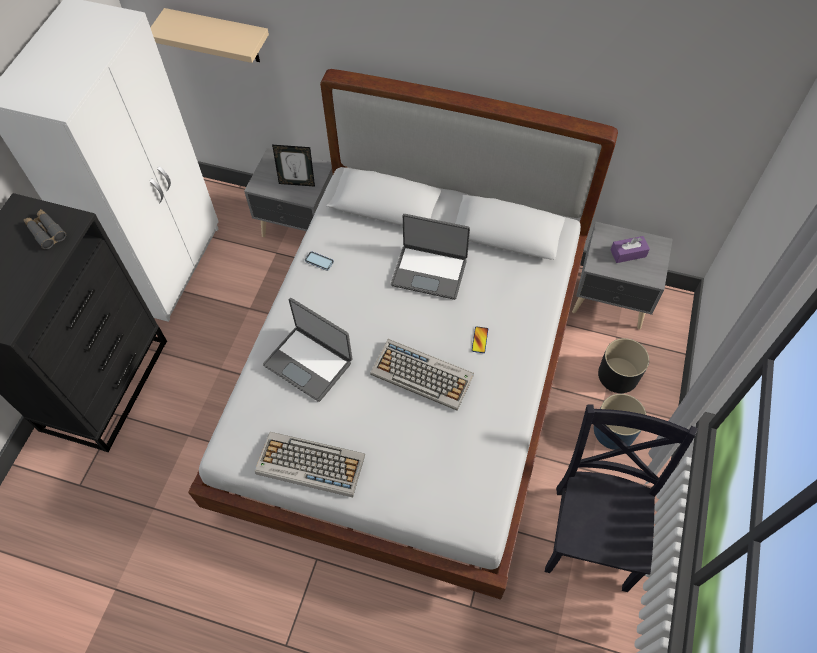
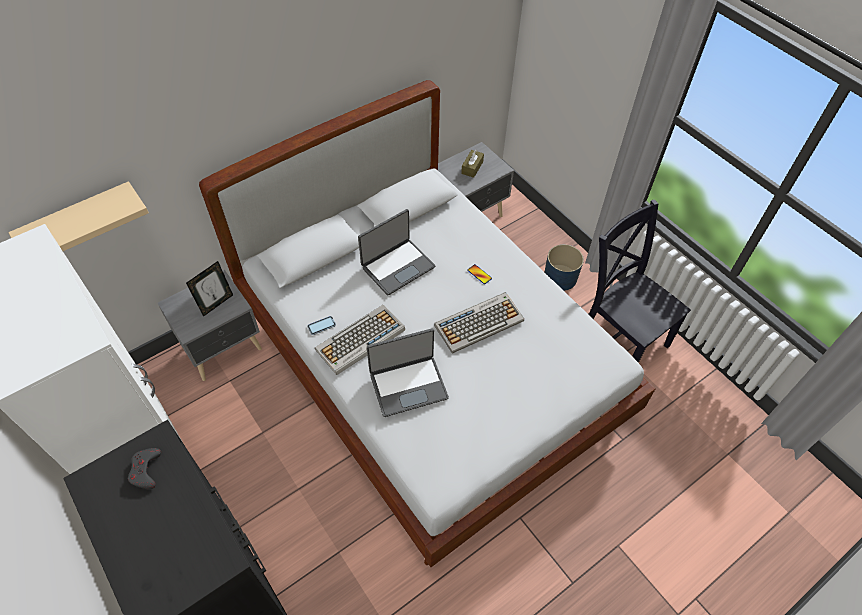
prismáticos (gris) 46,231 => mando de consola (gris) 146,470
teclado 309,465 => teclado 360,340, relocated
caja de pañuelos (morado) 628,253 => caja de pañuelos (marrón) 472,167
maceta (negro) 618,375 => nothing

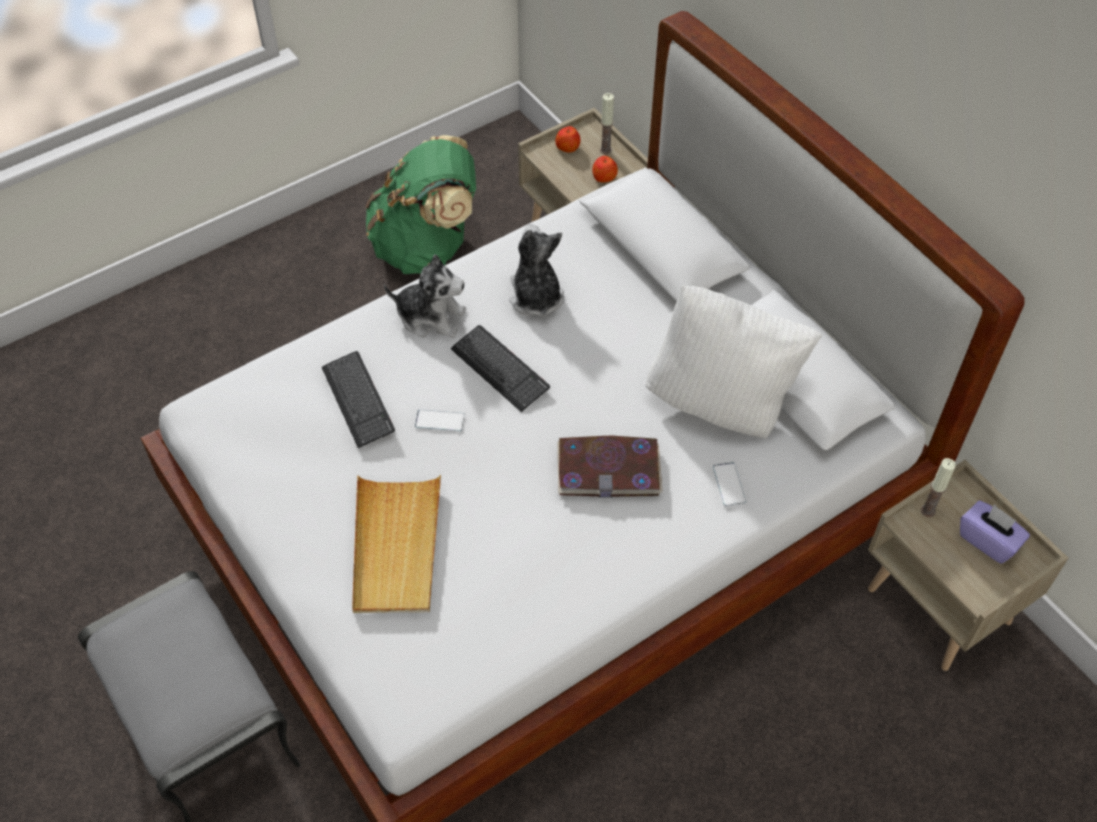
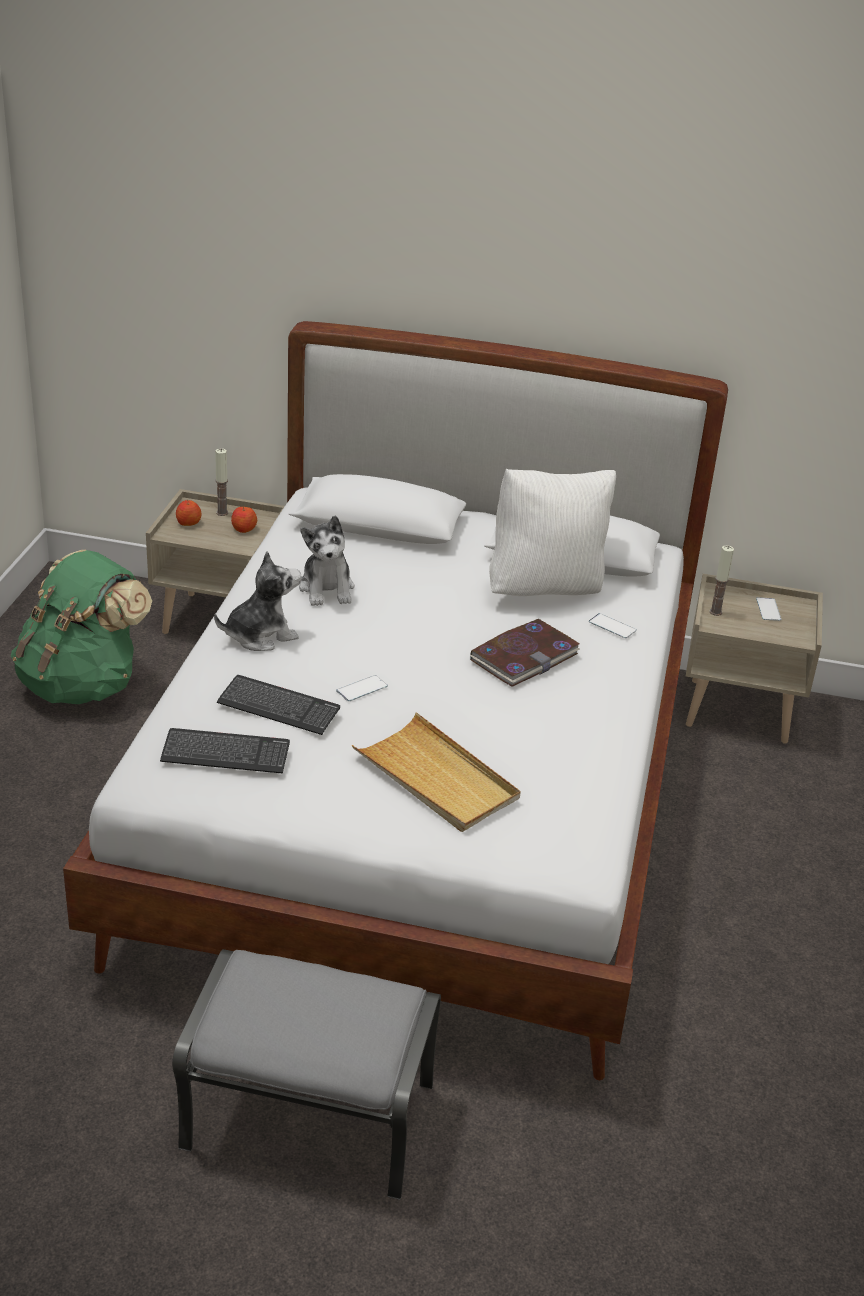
teclado 500,369 => teclado 225,753, relocated
peluche 535,297 => peluche 327,589, 135 degrees counterclockwise
caja de pañuelos (morado) 988,540 => móvil 768,609

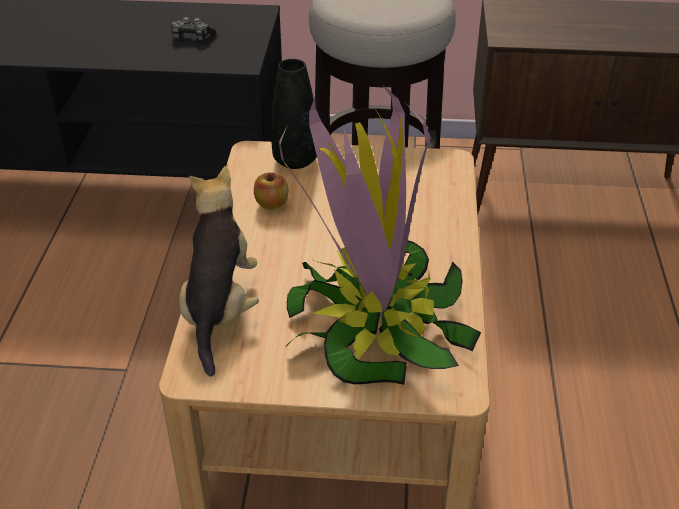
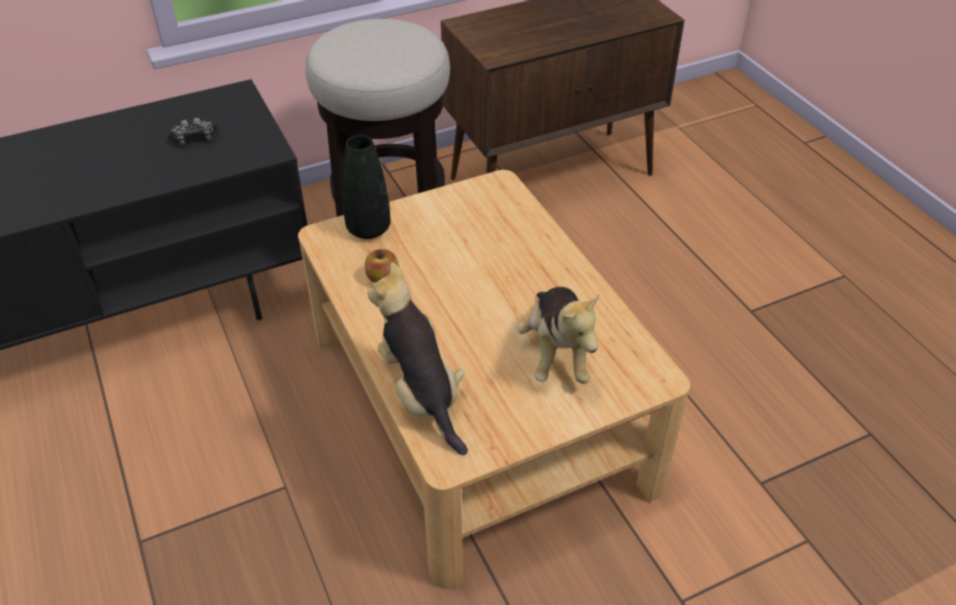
planta en maceta 374,325 => peluche 556,353

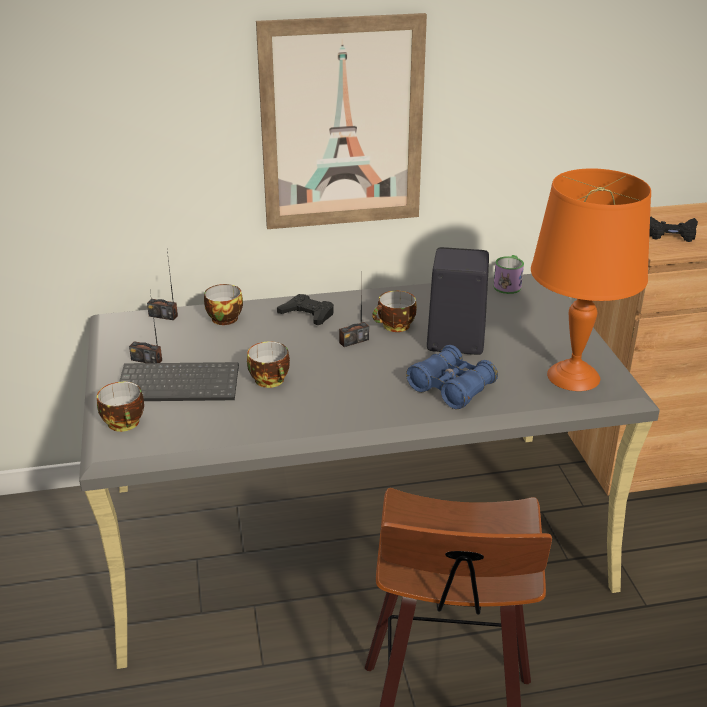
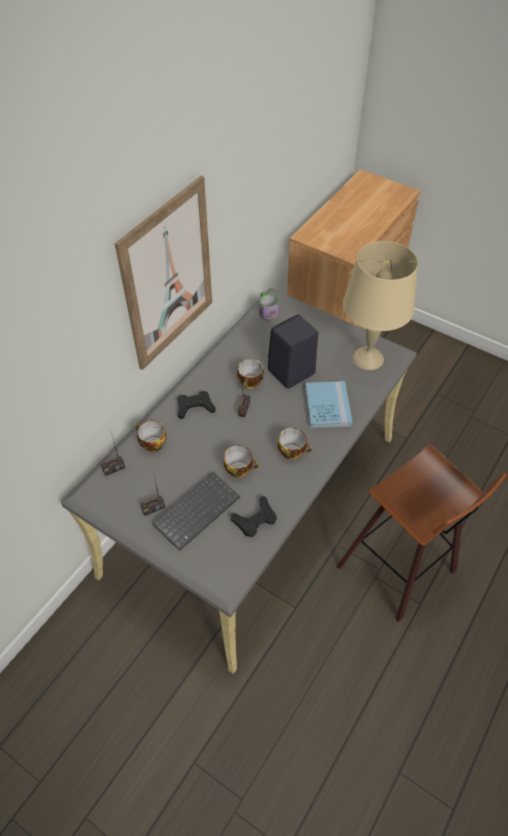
mando de consola (negro) 670,233 => mando de consola (negro) 255,520, relocated
taza 125,423 => taza 293,451, relocated
prismáticos (azul) 451,388 => libro (azul) 327,406
lámpara de mesa (naranja) 573,376 => lámpara de mesa (beis) 368,358

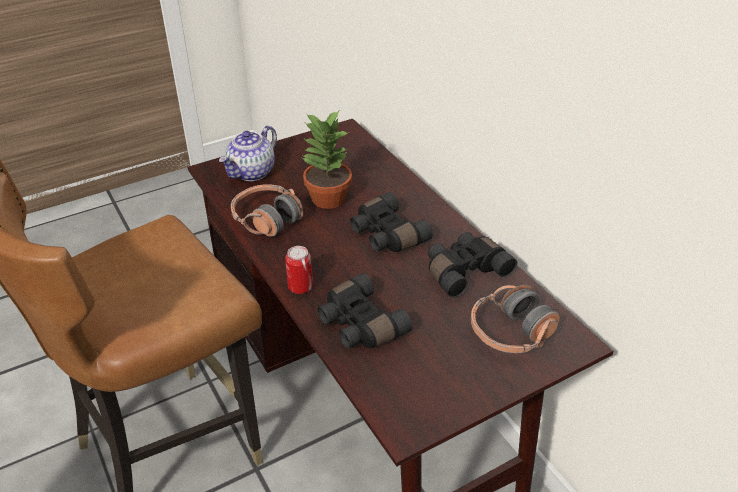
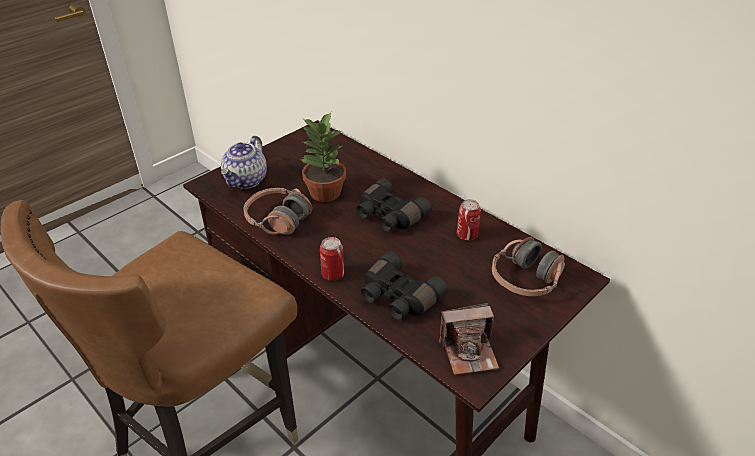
nothing => cámara 469,351
prismáticos (negro) 464,271 => lata 466,235

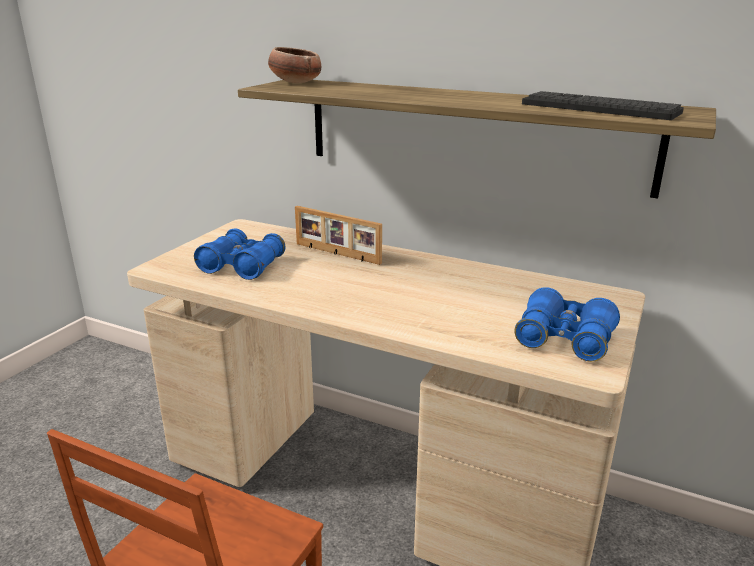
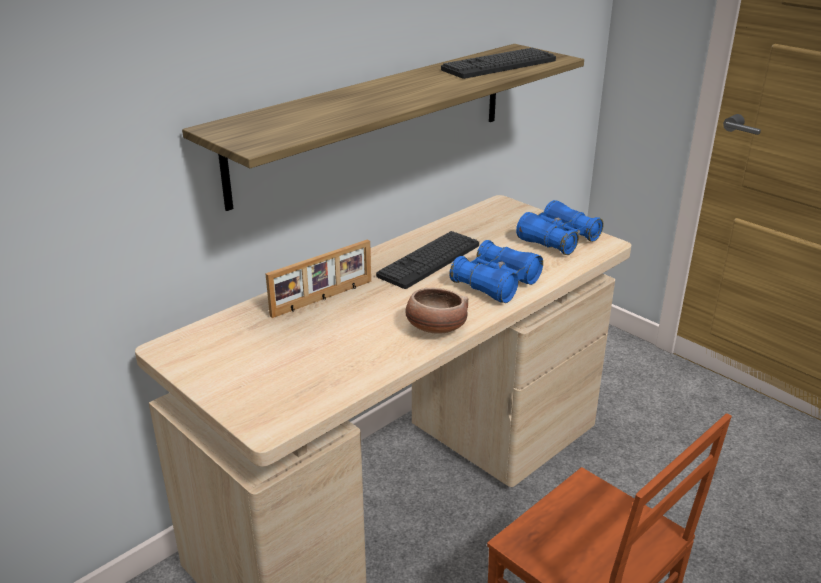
nothing => teclado 429,260
cuenco 295,82 => cuenco 435,328, relocated
prismáticos (azul) 242,266 => prismáticos (azul) 496,283, relocated

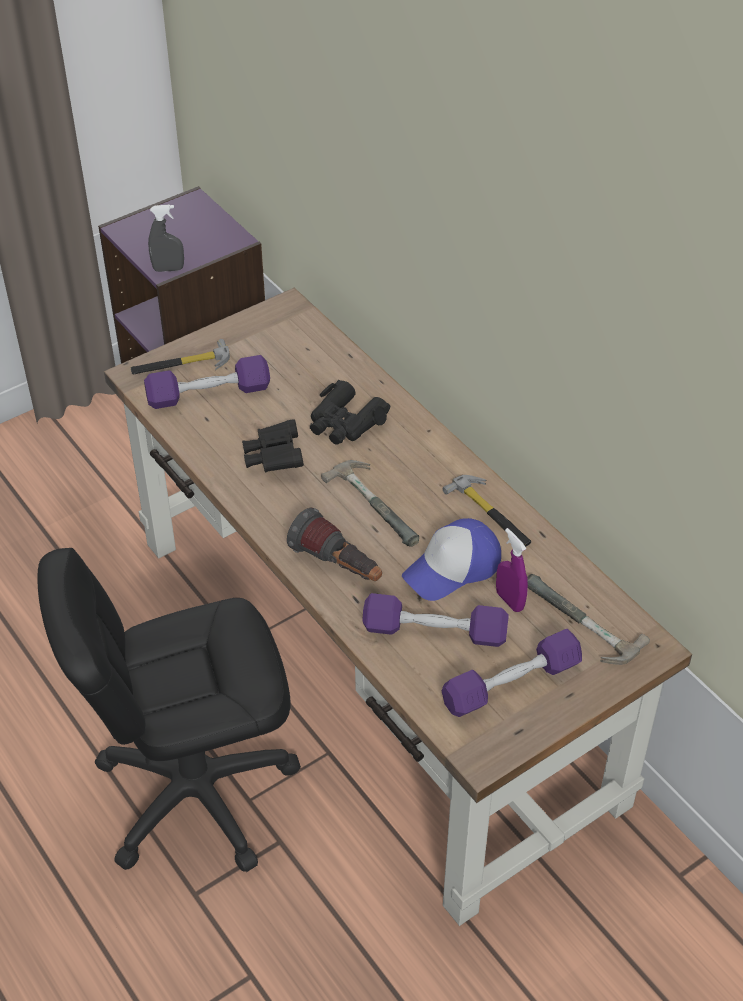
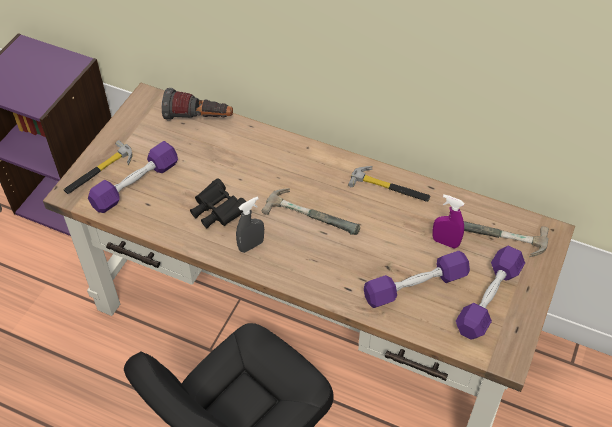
linterna 338,566 => linterna 199,119, relocated
pulverizador (gris) 168,269 => pulverizador (gris) 251,245, relocated
prismáticos (negro) 345,423 => nothing
gorra 453,568 => nothing

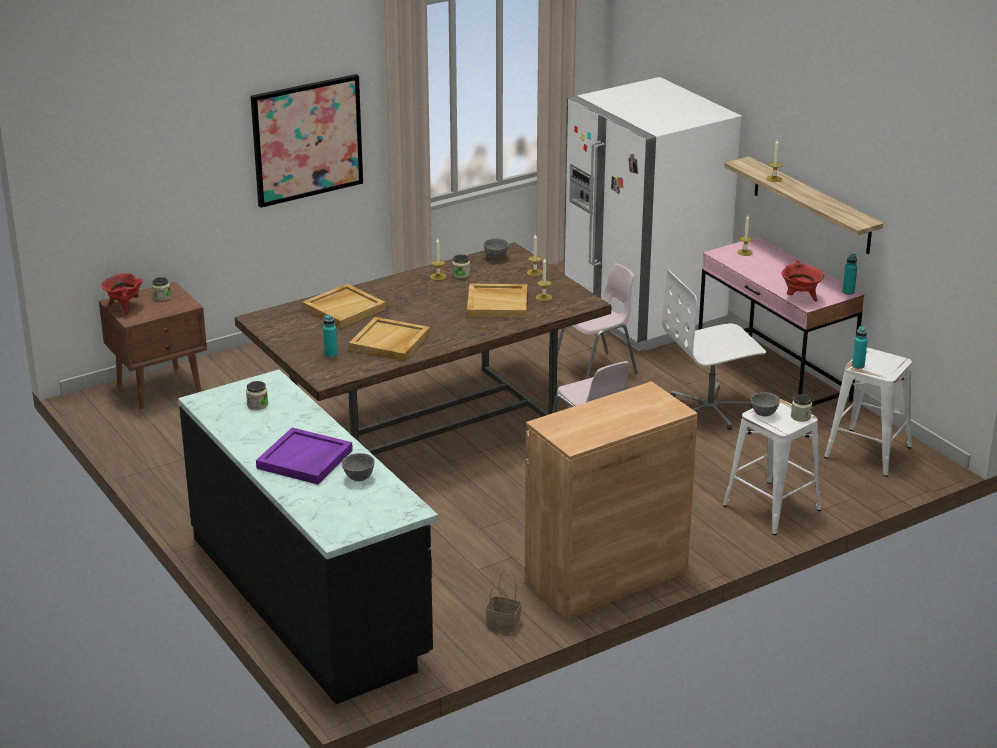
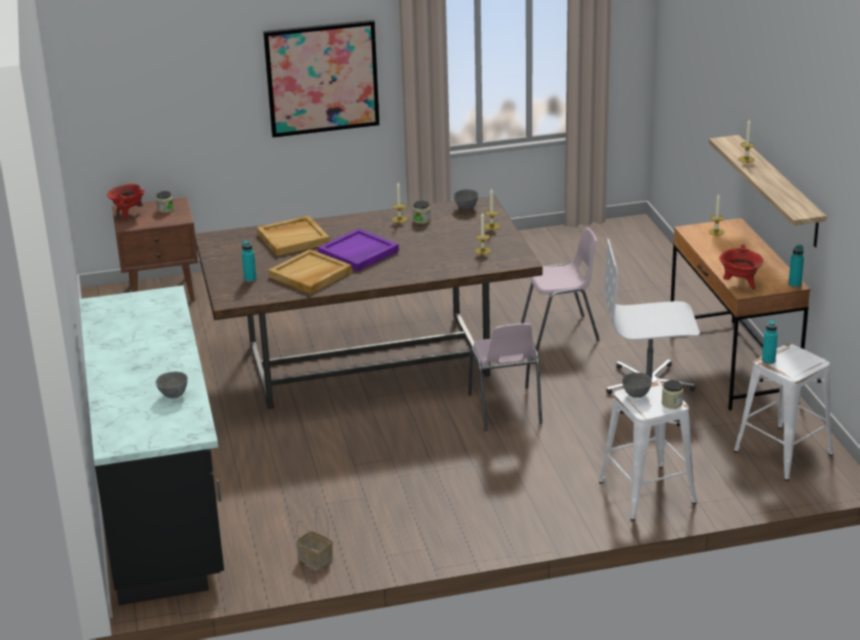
bandeja (morado) 305,460 => bandeja (morado) 358,253, relocated
escritorio (rosa) 772,379 => escritorio (marrón) 731,364
tarro 257,405 => nothing
bandeja (beis) 498,303 => nothing
armario (marrón) 606,577 => nothing
nevera (blanco) 643,315 => nothing

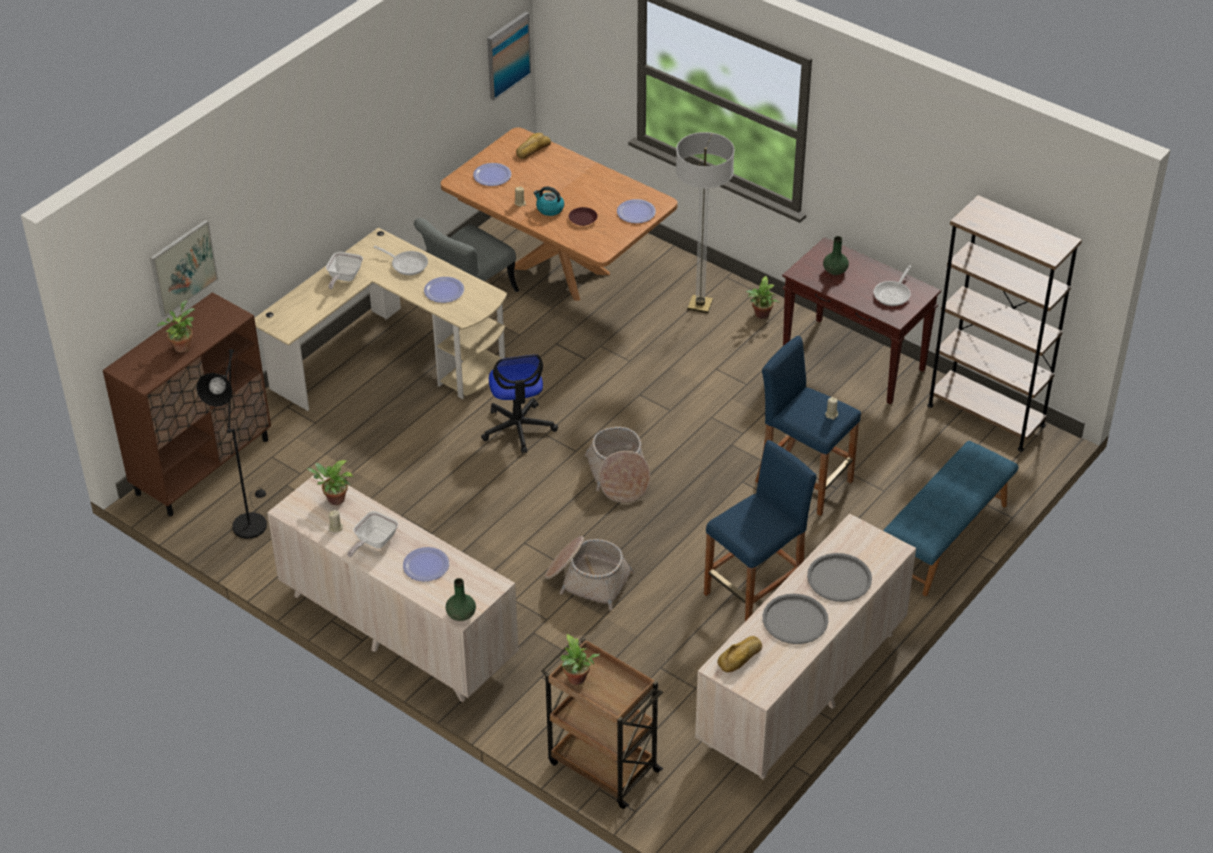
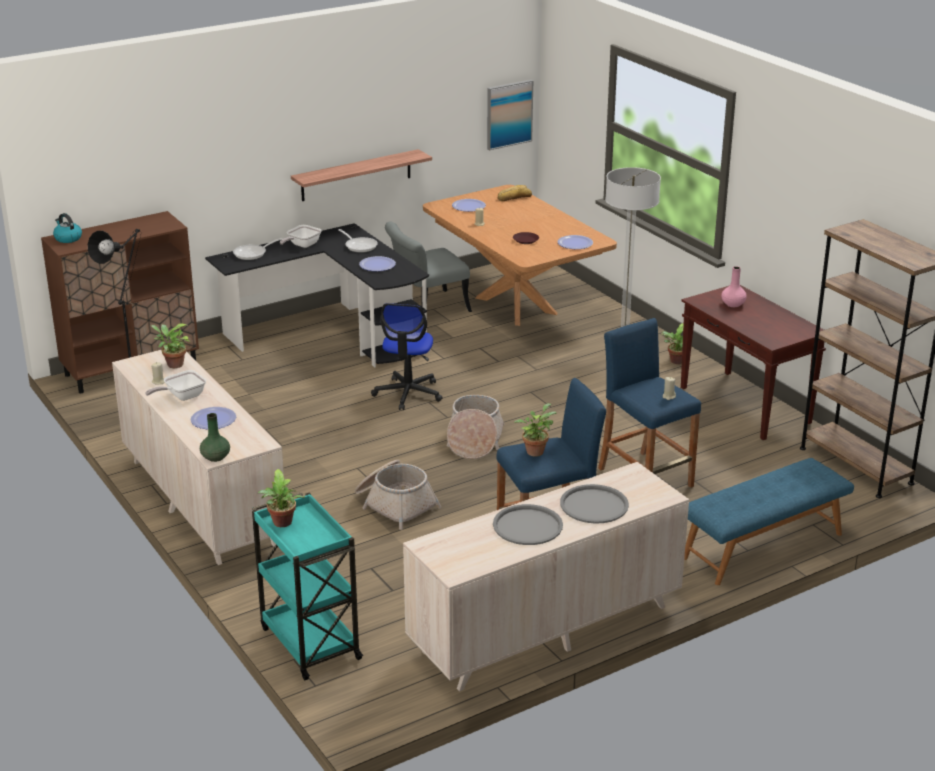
hervidor 549,209 => hervidor 67,238, relocated
escritorio (beis) 390,359 => escritorio (negro) 333,333
sartén 893,294 => sartén 253,254, relocated
carrito (marrón) 602,765 => carrito (turquesa) 309,642
nothing => estante 356,175
planta en maceta 182,345 => planta en maceta 535,450, relocated
florero (verde) 834,270 => florero (rosa) 732,304
cuadro 183,267 => nothing
pan 741,657 => nothing

